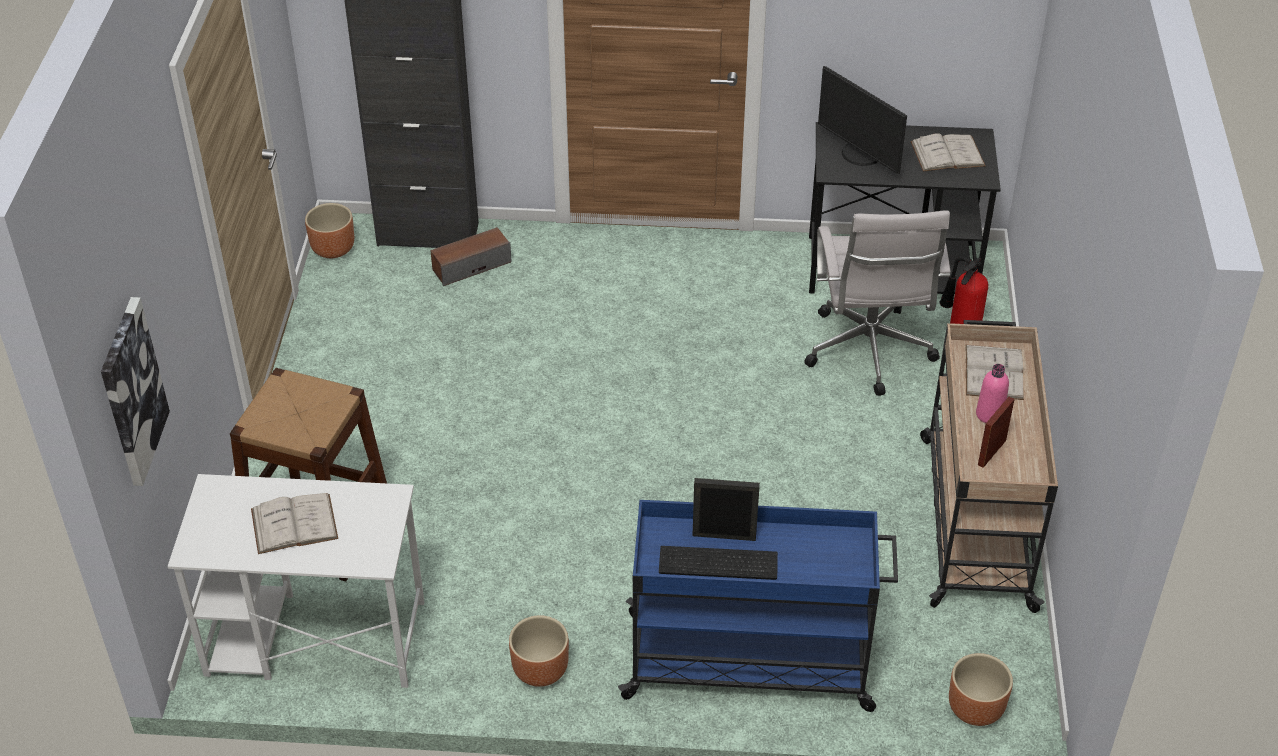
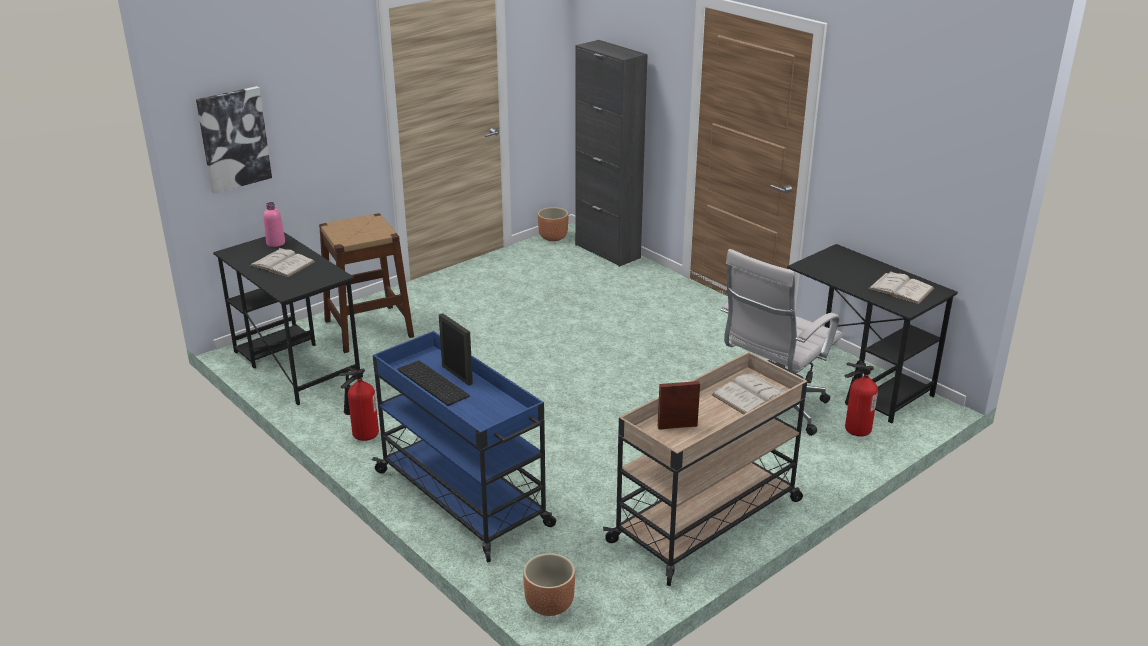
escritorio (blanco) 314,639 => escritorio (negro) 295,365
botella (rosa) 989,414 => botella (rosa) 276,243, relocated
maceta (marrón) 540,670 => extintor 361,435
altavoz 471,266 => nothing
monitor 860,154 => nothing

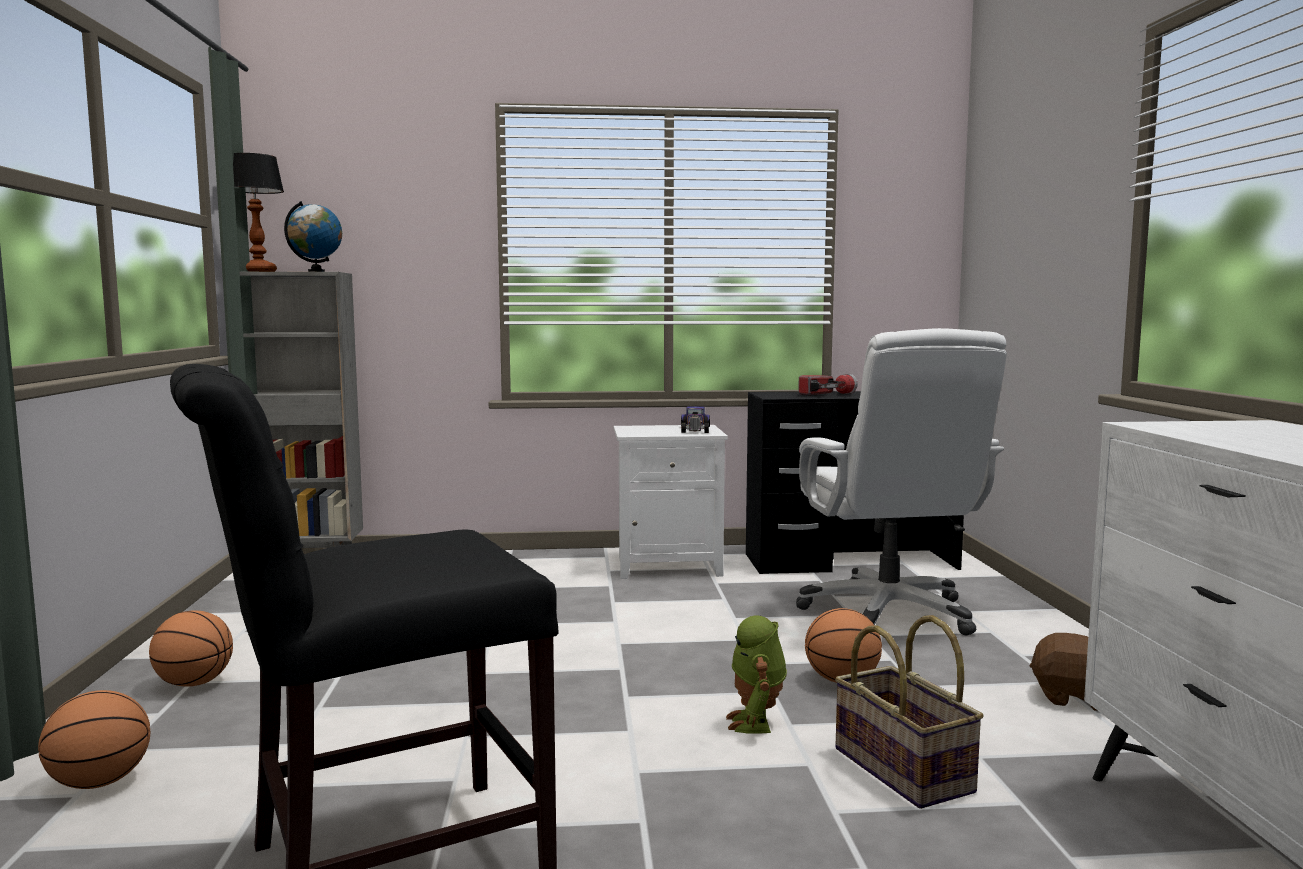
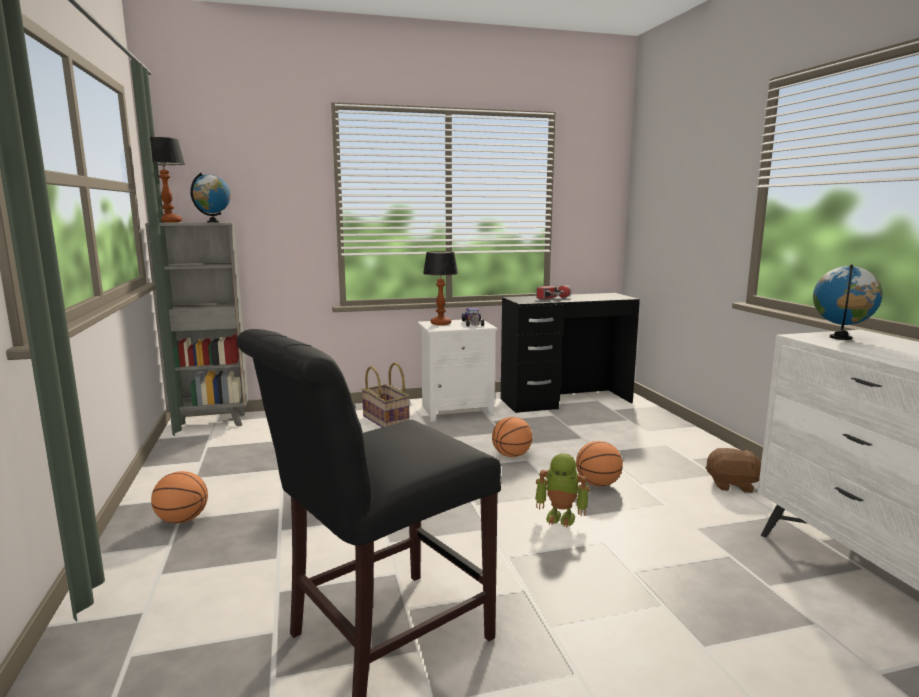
cesta 905,770 => cesta 386,420, relocated
nothing => lámpara de mesa 440,323
balón de baloncesto 99,783 => balón de baloncesto 511,455, relocated
robot de juguete 756,723 => robot de juguete 561,517, 60 degrees counterclockwise
nothing => globo terráqueo 841,338
silla de oficina (blanco) 889,613 => nothing

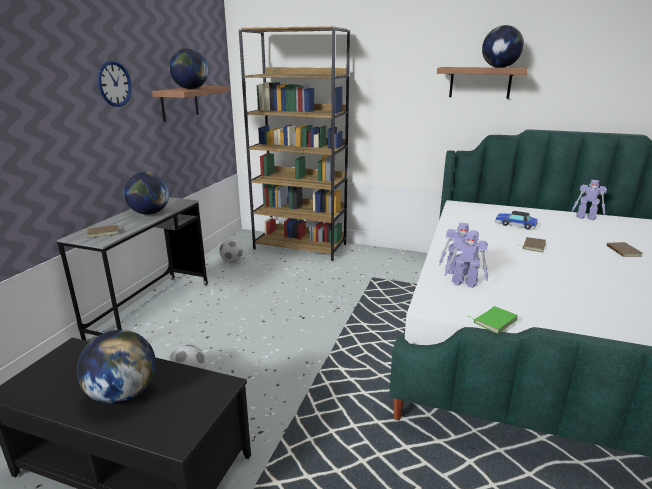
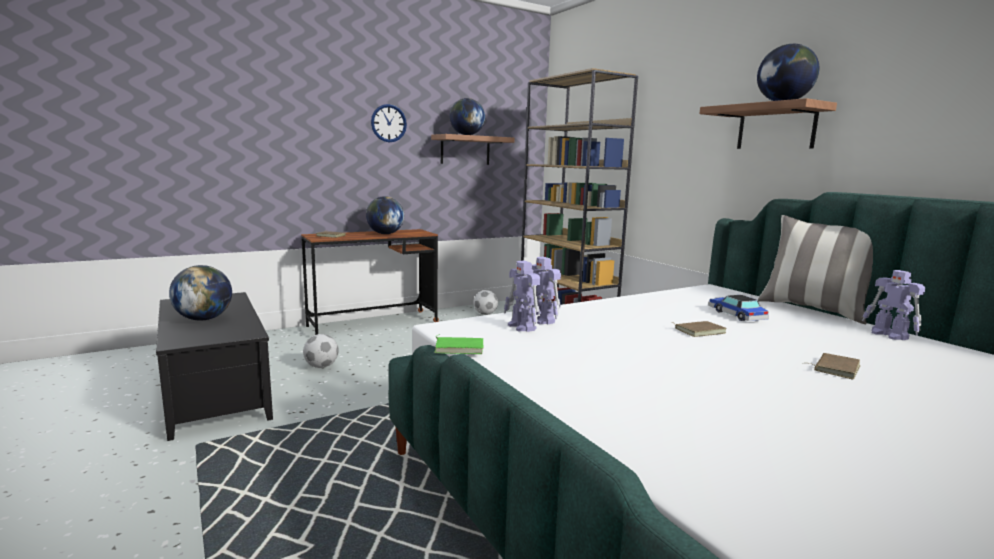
escritorio (gris) 151,310 => escritorio (marrón) 373,324
nothing => cojín 813,310

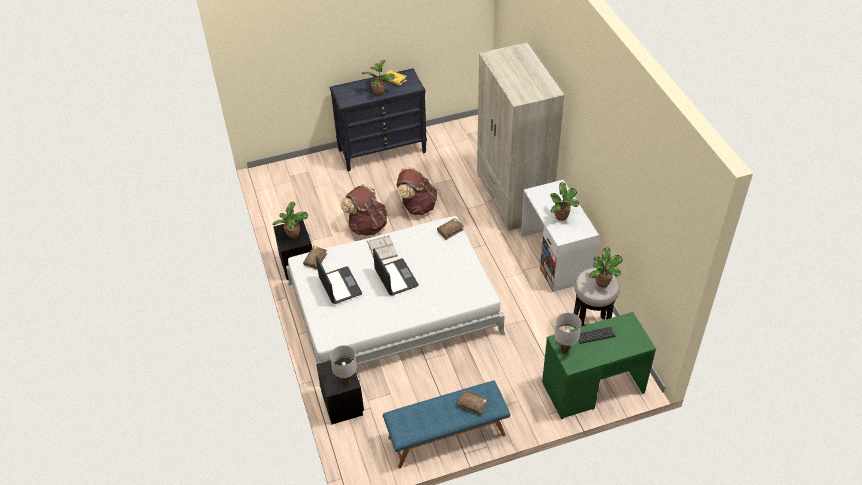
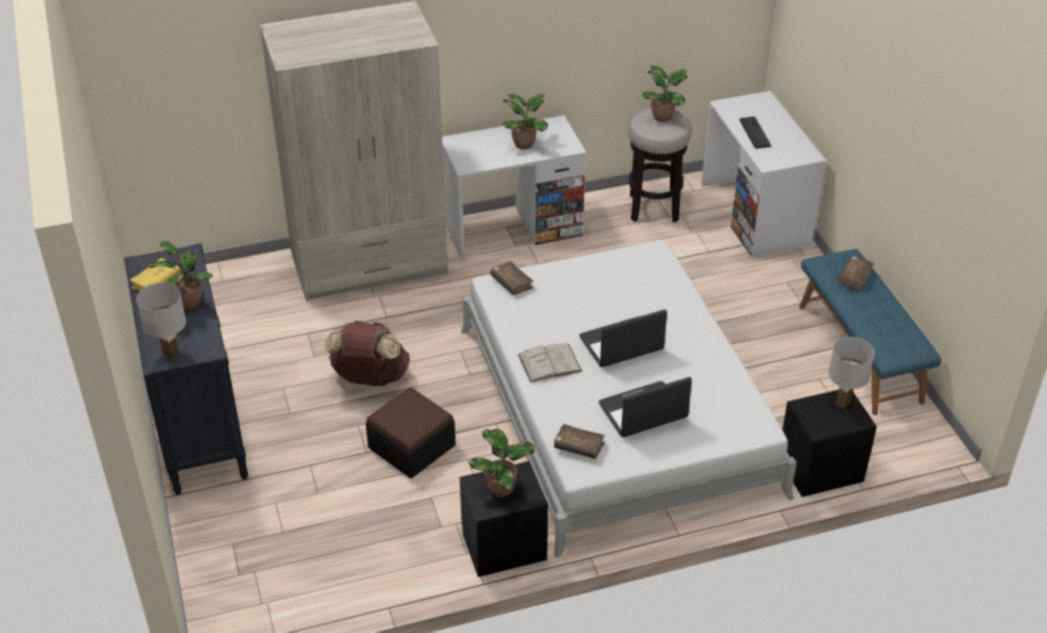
lámpara de mesa (blanco) 564,350 => lámpara de mesa (blanco) 170,354, relocated
mochila (marrón) 367,226 => puf 411,446
escritorio (verde) 593,387 => escritorio (blanco) 755,214

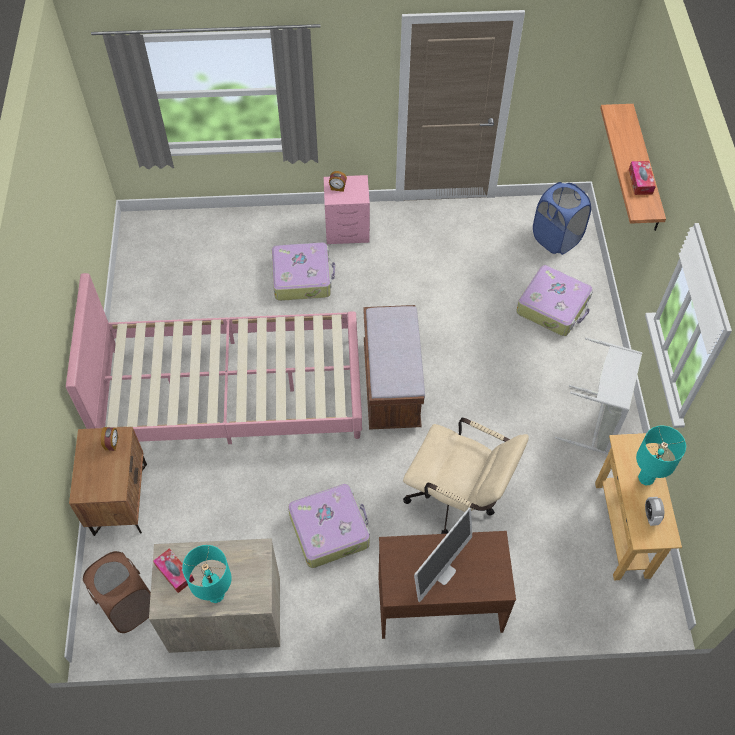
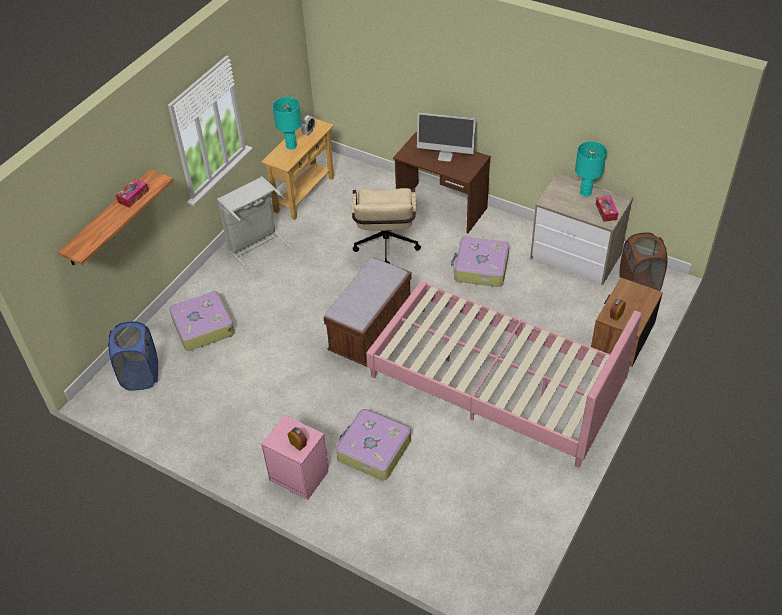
silla de oficina (beis) 457,499 => silla de oficina (beis) 386,248, 150 degrees counterclockwise
monitor 441,571 => monitor 445,156, 150 degrees counterclockwise

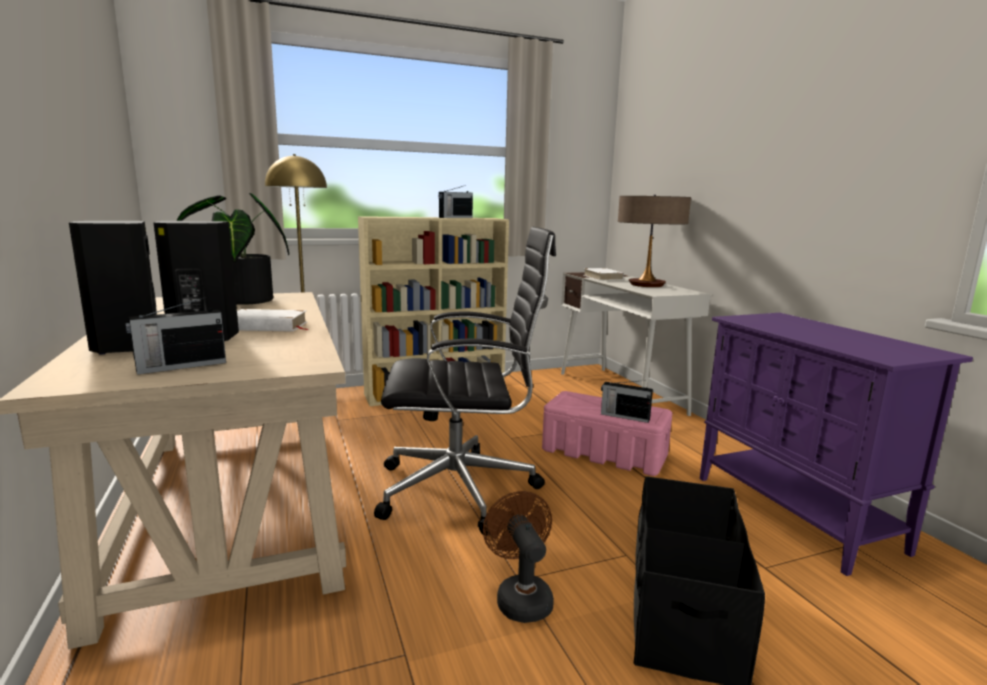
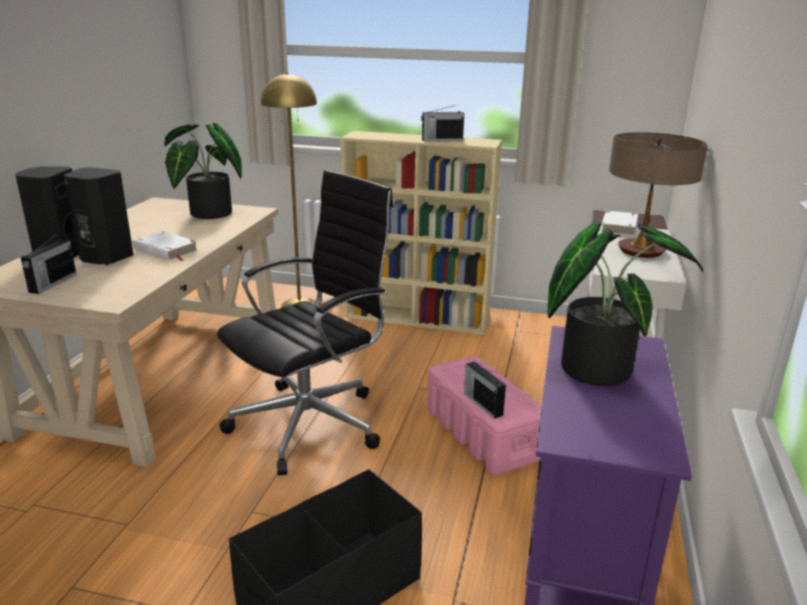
radio 180,366 => radio 52,283, 75 degrees counterclockwise
silla de oficina (negro) 462,489 => silla de oficina (negro) 312,423, 75 degrees counterclockwise
nothing => planta en maceta 596,365
ventilador (marrón) 520,597 => nothing

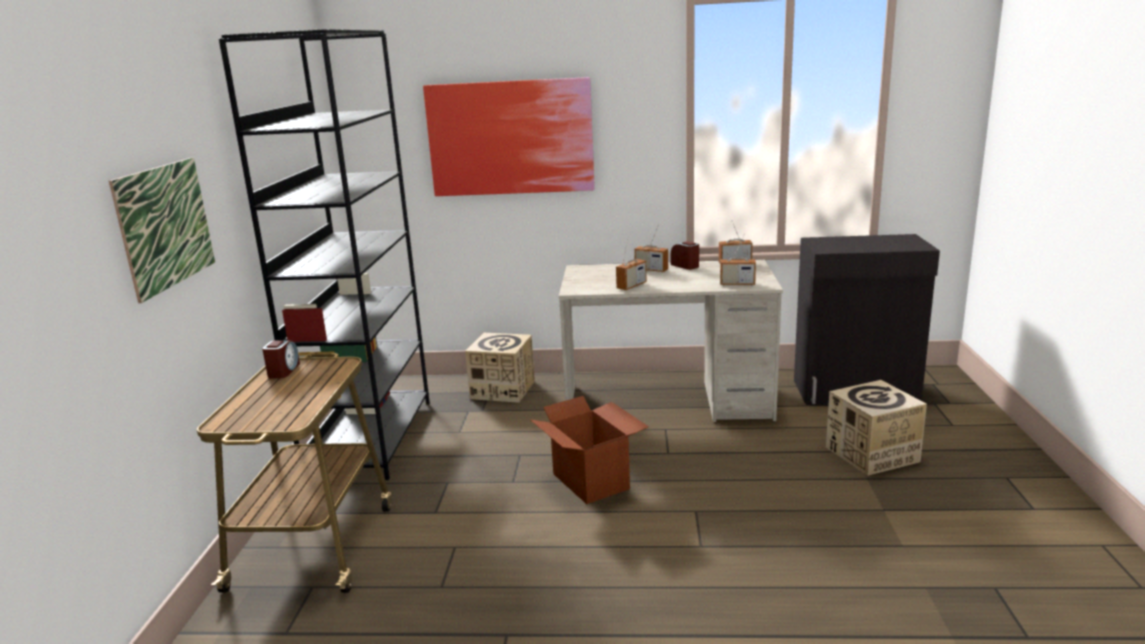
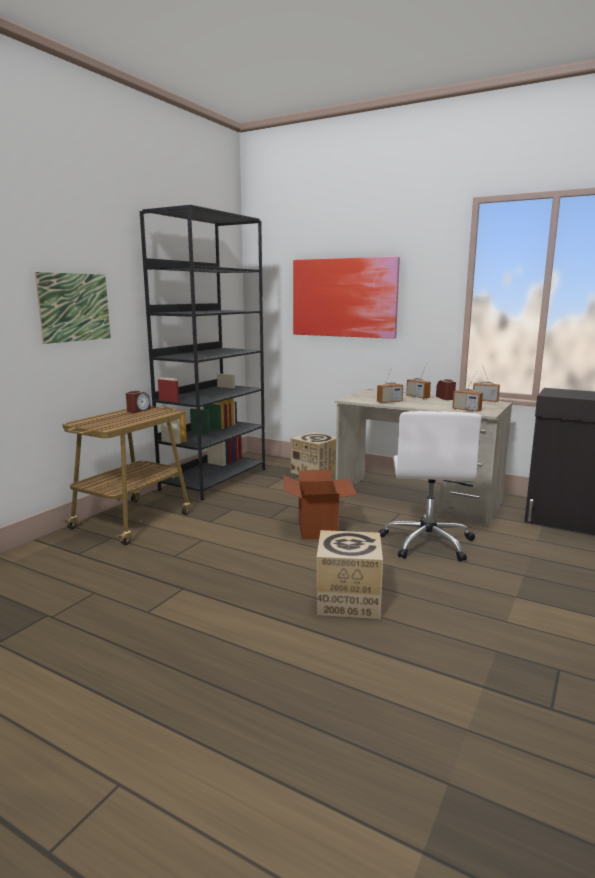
caja de cartón 871,454 => caja de cartón 348,600, relocated
nothing => silla de oficina (blanco) 427,542

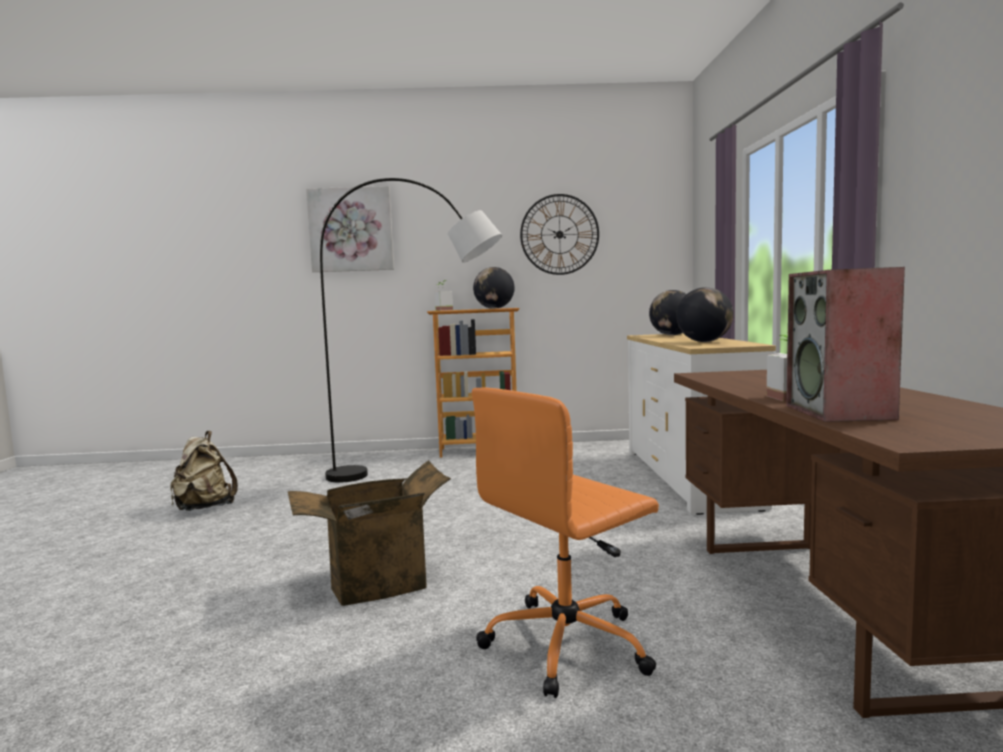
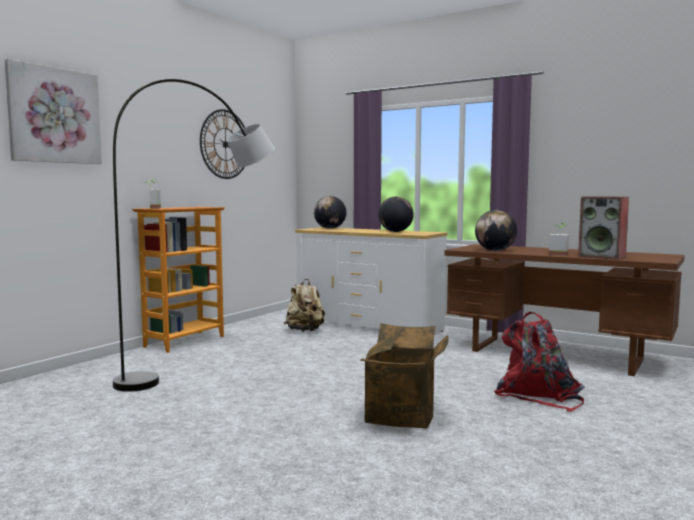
mochila (beis) 204,508 => mochila (beis) 305,331, relocated
globo terráqueo 494,308 => globo terráqueo 495,250, relocated
silla de oficina (naranja) 568,644 => mochila (rojo) 538,395

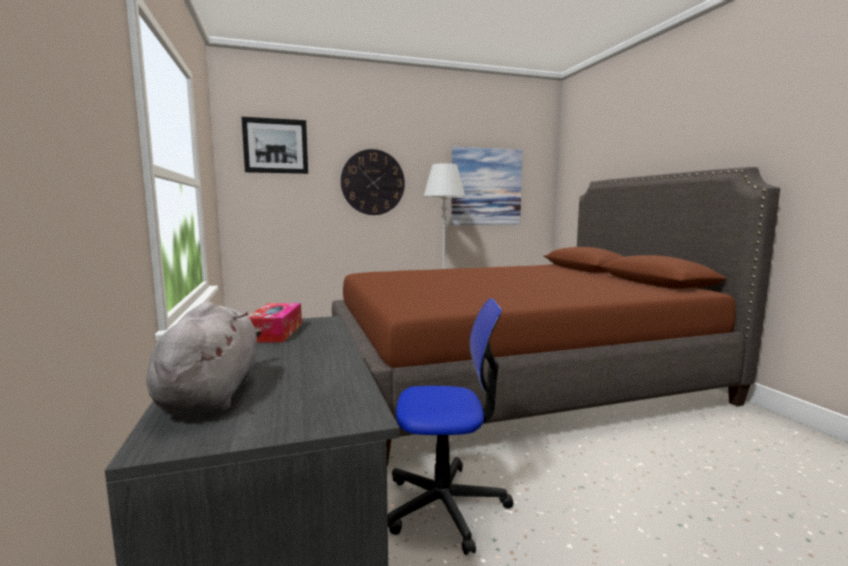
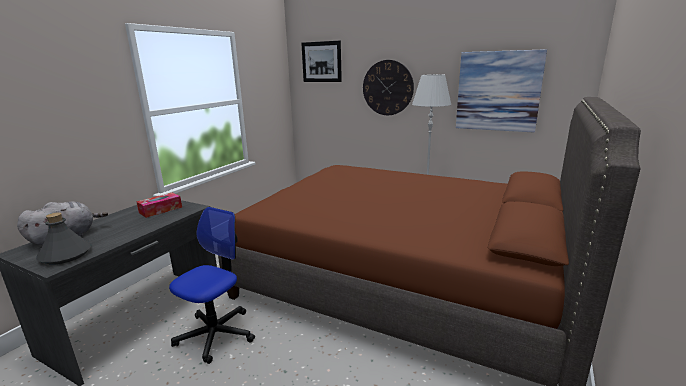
nothing => botella (gris) 66,255
silla de oficina 446,505 => silla de oficina 216,334, 105 degrees counterclockwise

